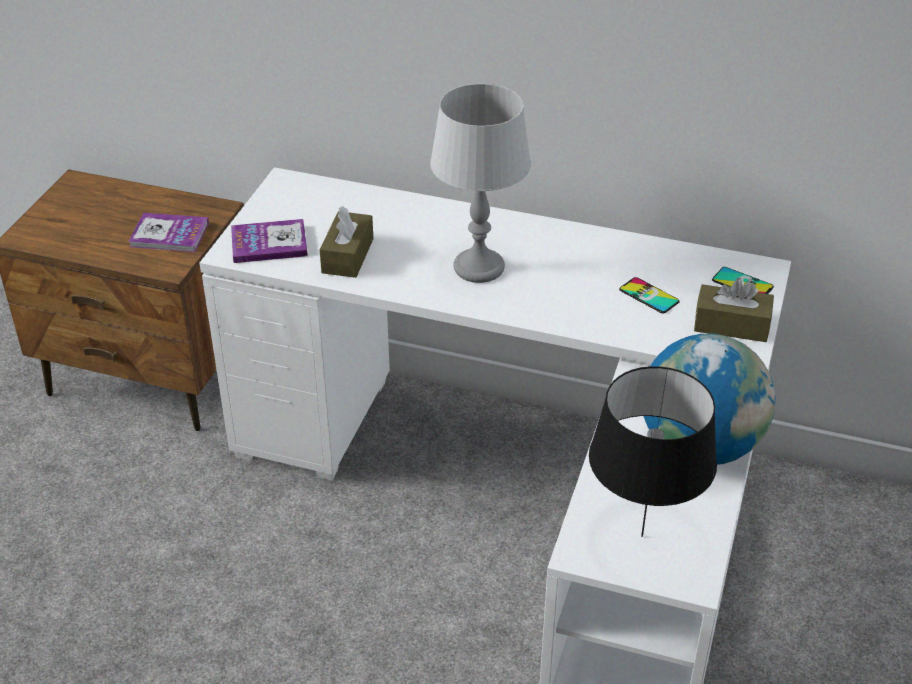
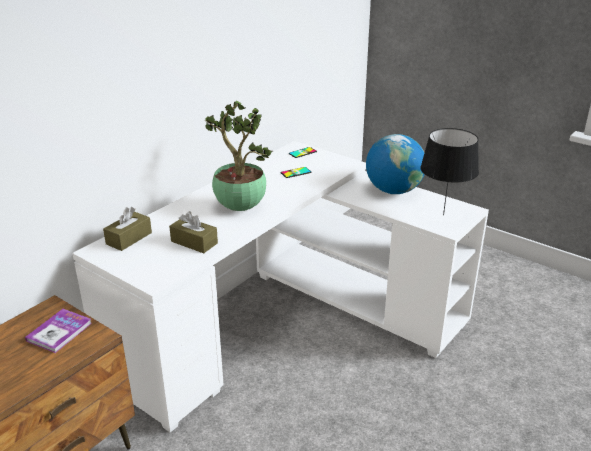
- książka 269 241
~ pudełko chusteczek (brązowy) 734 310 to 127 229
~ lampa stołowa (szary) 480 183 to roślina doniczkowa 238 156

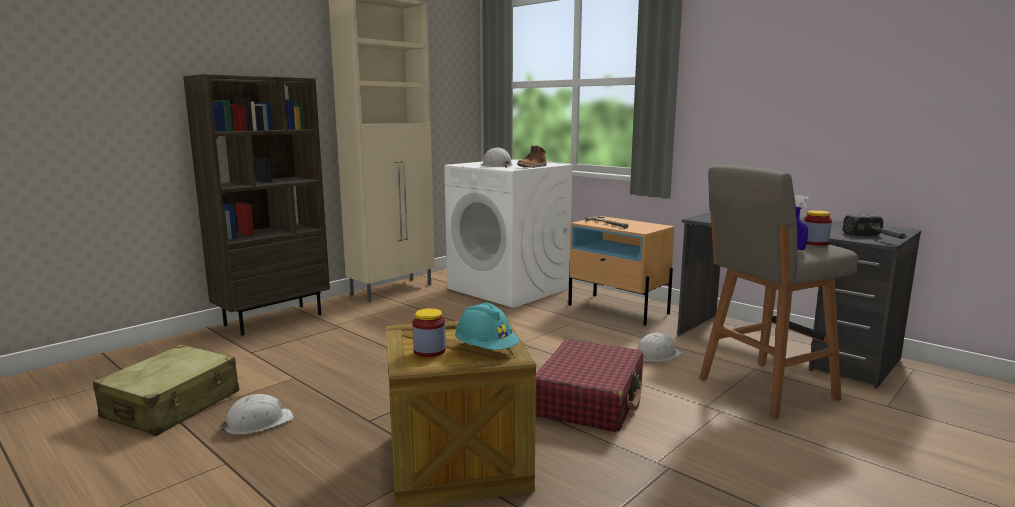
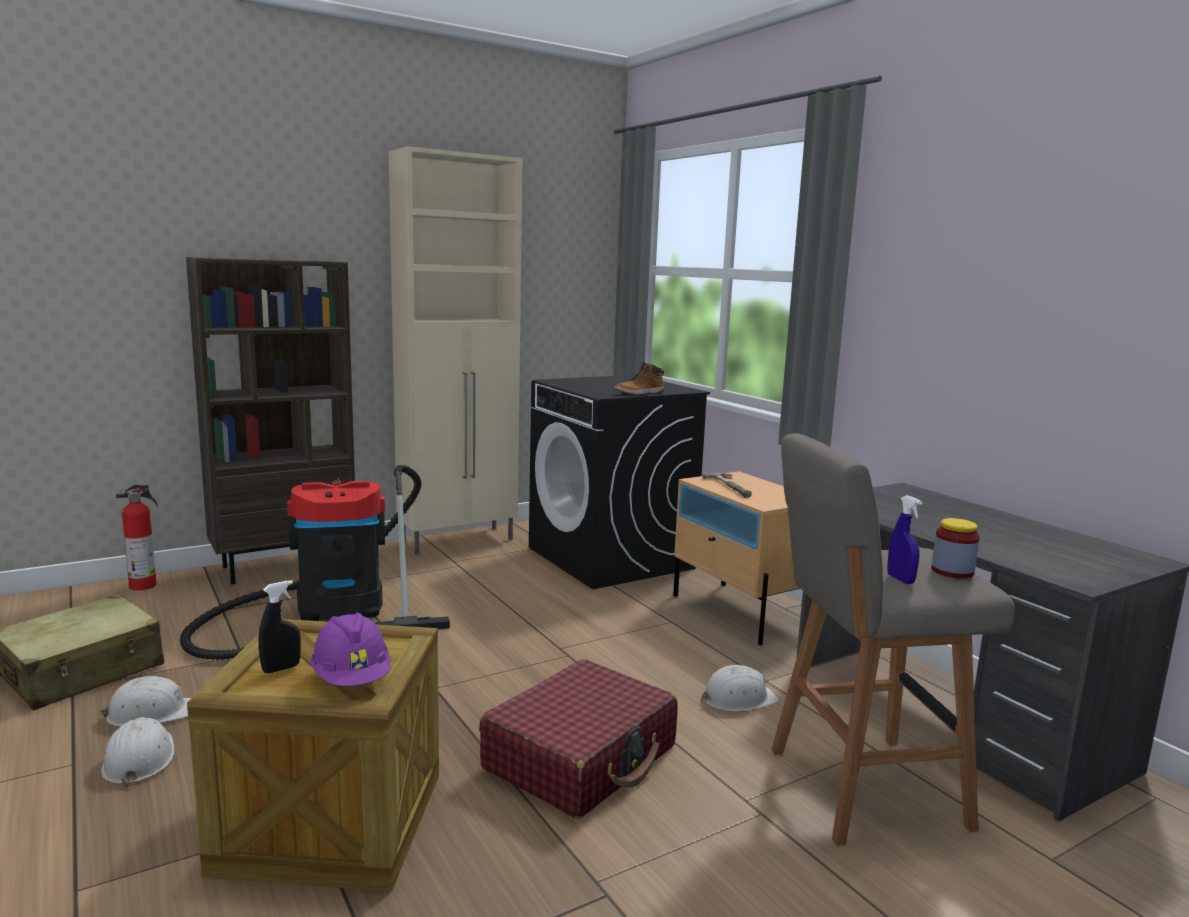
- młotek 875 226
+ gaśnica 137 537
+ odkurzacz 315 562
~ kask (biały) 496 157 to 138 752
~ słoik 429 332 to spryskiwacz (czarny) 279 626
~ pralka (biały) 509 234 to pralka (czarny) 619 482
~ kask (turkusowy) 487 326 to kask (fioletowy) 350 649

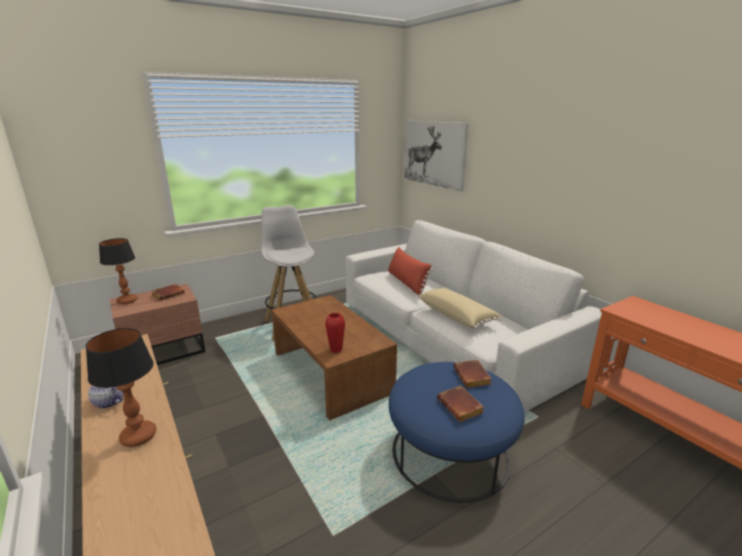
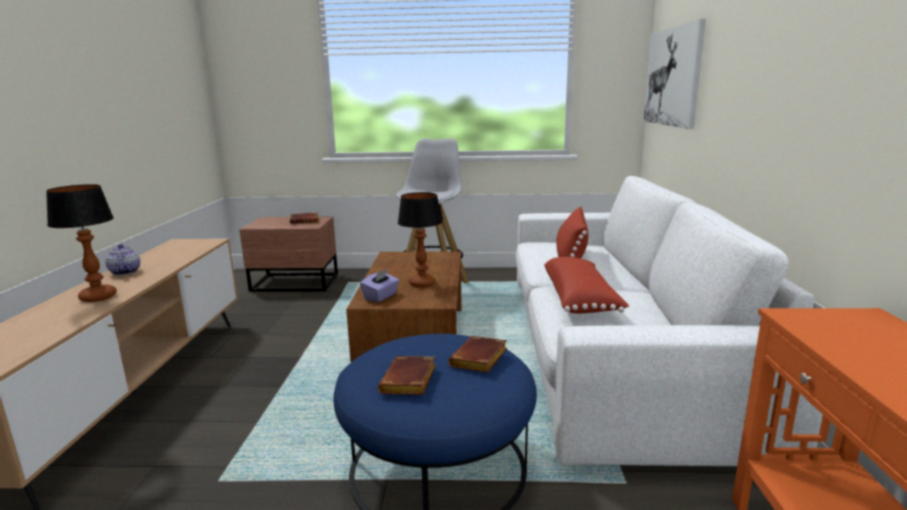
~ lampa stołowa 118 271 to 420 239
~ wazon (czerwony) 335 333 to pudełko chusteczek (fioletowy) 379 285
~ poduszka (beżowy) 460 308 to poduszka (czerwony) 586 285

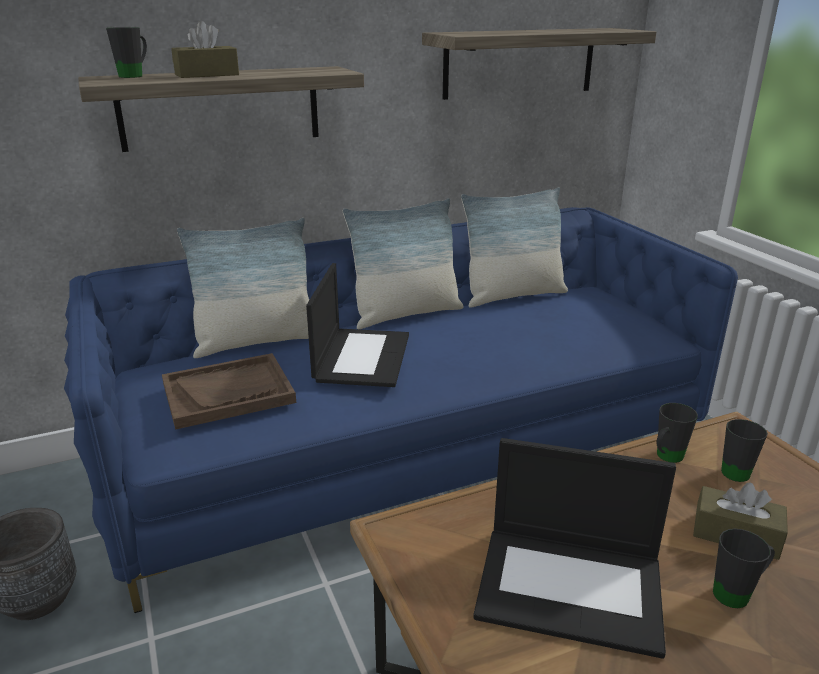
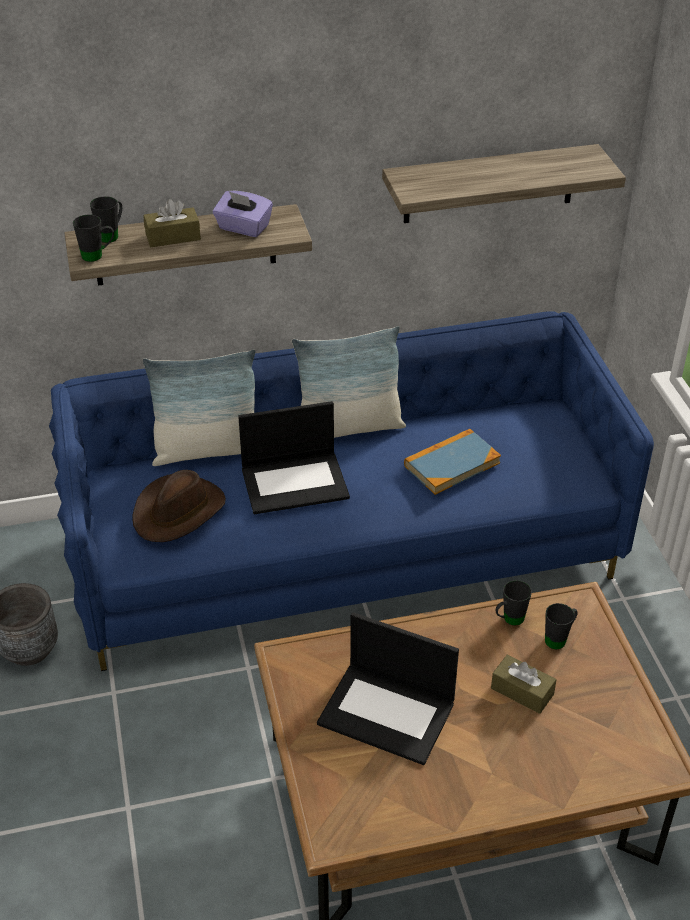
- poduszka 514 247
+ pudełko chusteczek (fioletowy) 243 213
+ książka 452 462
~ kubek (czarny) 744 568 to 93 238
~ taca (brązowy) 229 391 to kapelusz (brązowy) 179 506
~ laptop 357 325 = 294 457 60 degrees clockwise

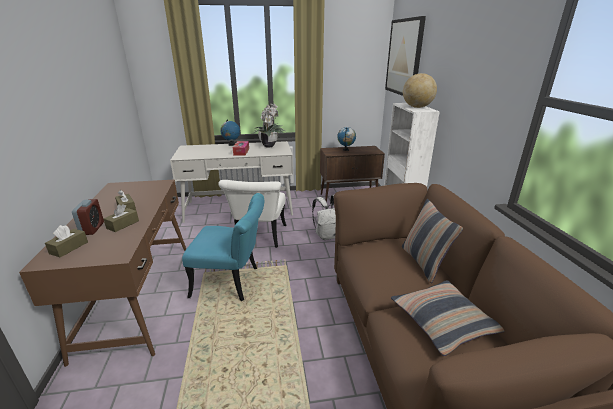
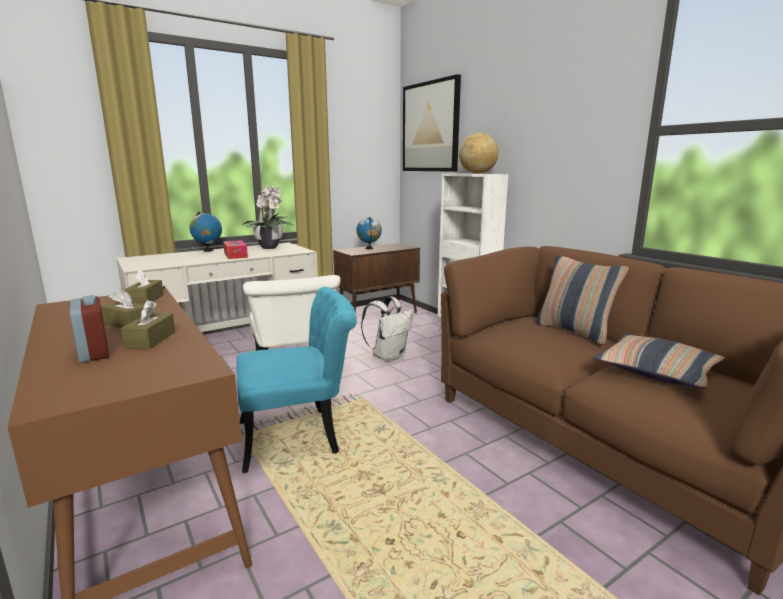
~ pudełko chusteczek (brązowy) 66 241 to 144 287

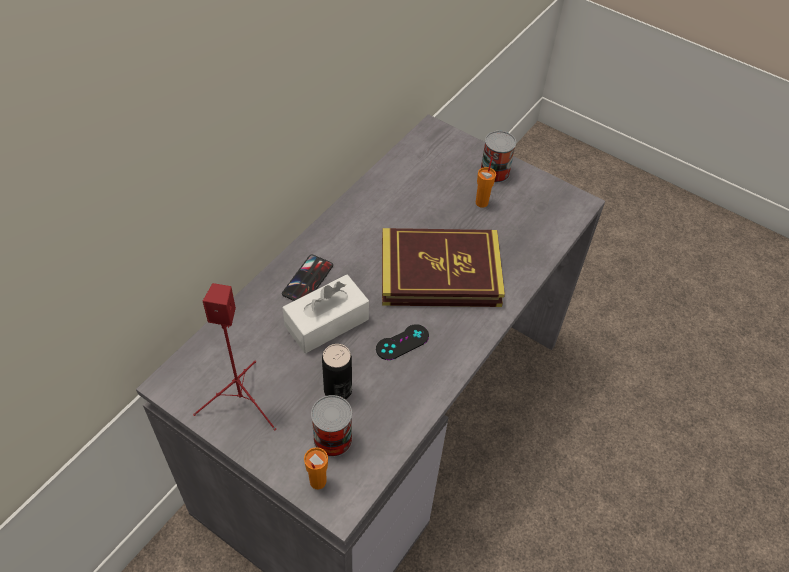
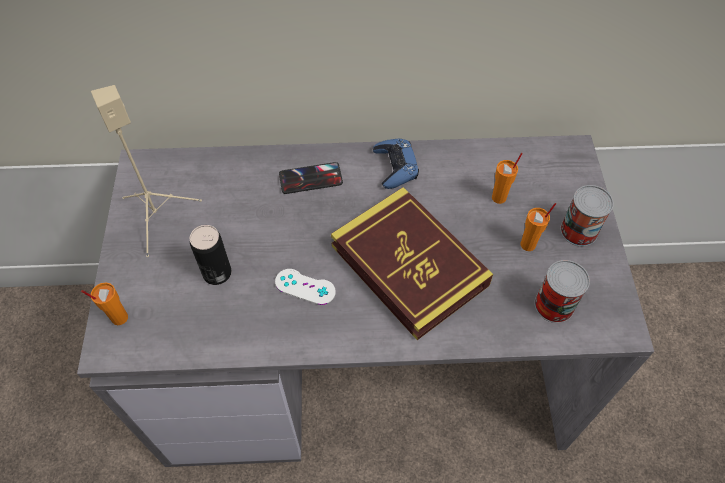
- pudełko chusteczek (biały) 325 313
+ pad do gier (niebieski) 396 164
+ filiżanka (pomarańczowy) 507 178
~ puszka 331 426 to 562 291
~ głośnik (czerwony) 234 357 to głośnik (beżowy) 146 171
~ pad do gier (czarny) 402 342 to pad do gier (biały) 305 287

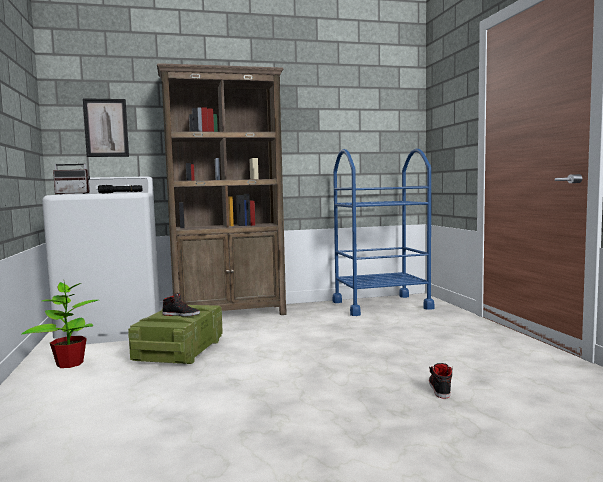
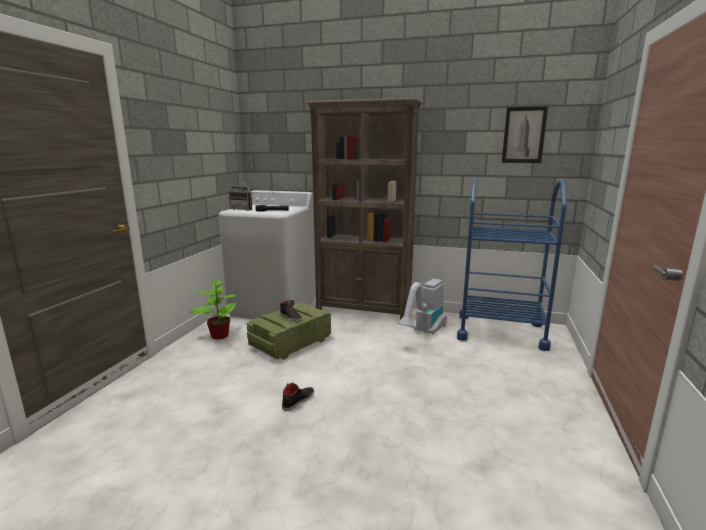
+ odkurzacz 422 307
~ obraz 106 127 to 525 134
~ but (czarny) 441 381 to 298 397

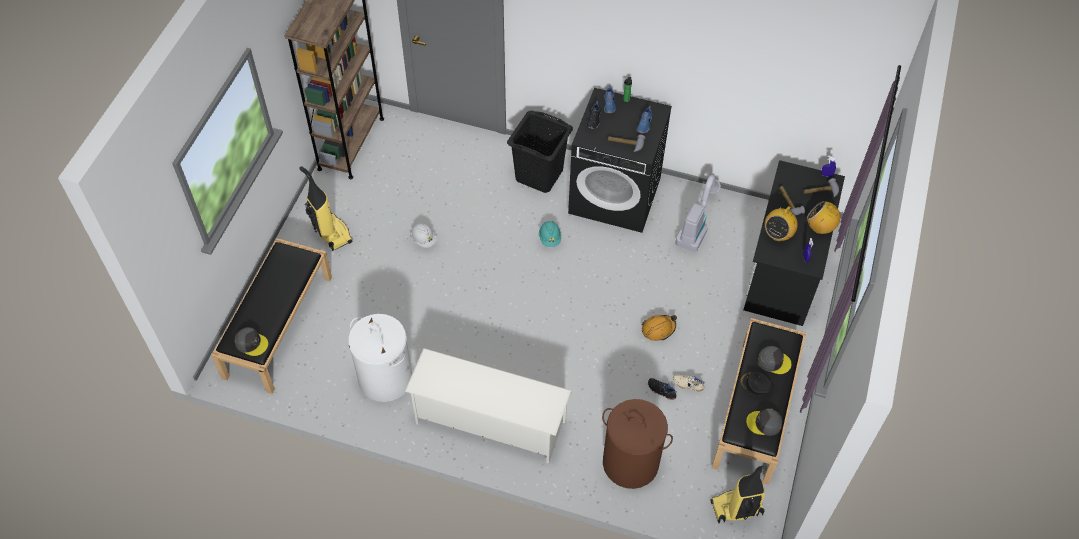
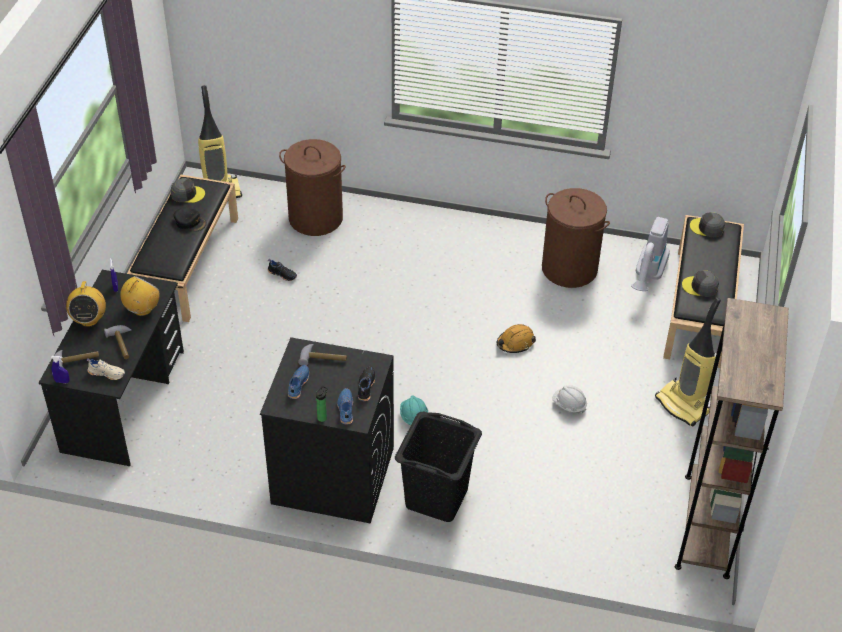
- regał na buty (biały) 488 406
~ kask (pomarańczowy) 659 328 to 516 338
~ but (beżowy) 689 382 to 106 369
~ odkurzacz 698 213 to 650 254
~ czapka z daszkiem (szary) 775 360 to 700 283
~ kosz na pranie (biały) 380 358 to kosz na pranie (brązowy) 576 238
~ radio 824 217 = 86 304 60 degrees clockwise

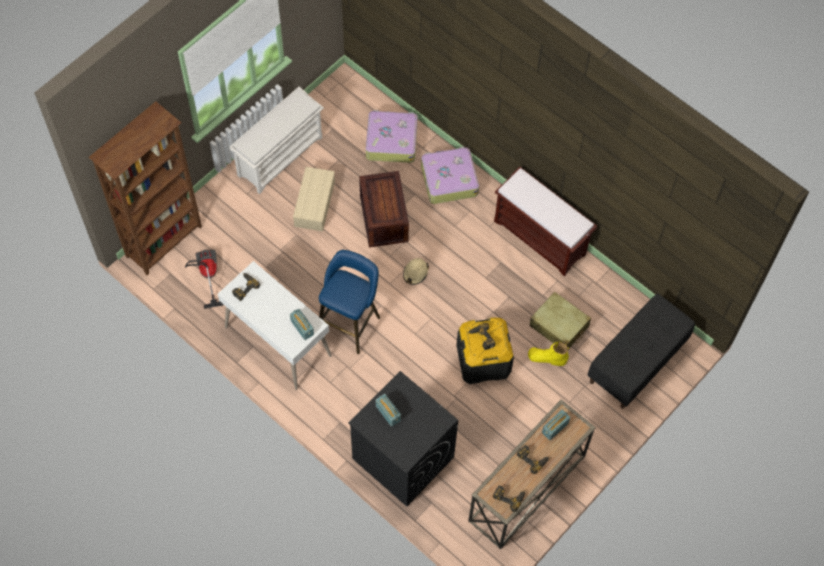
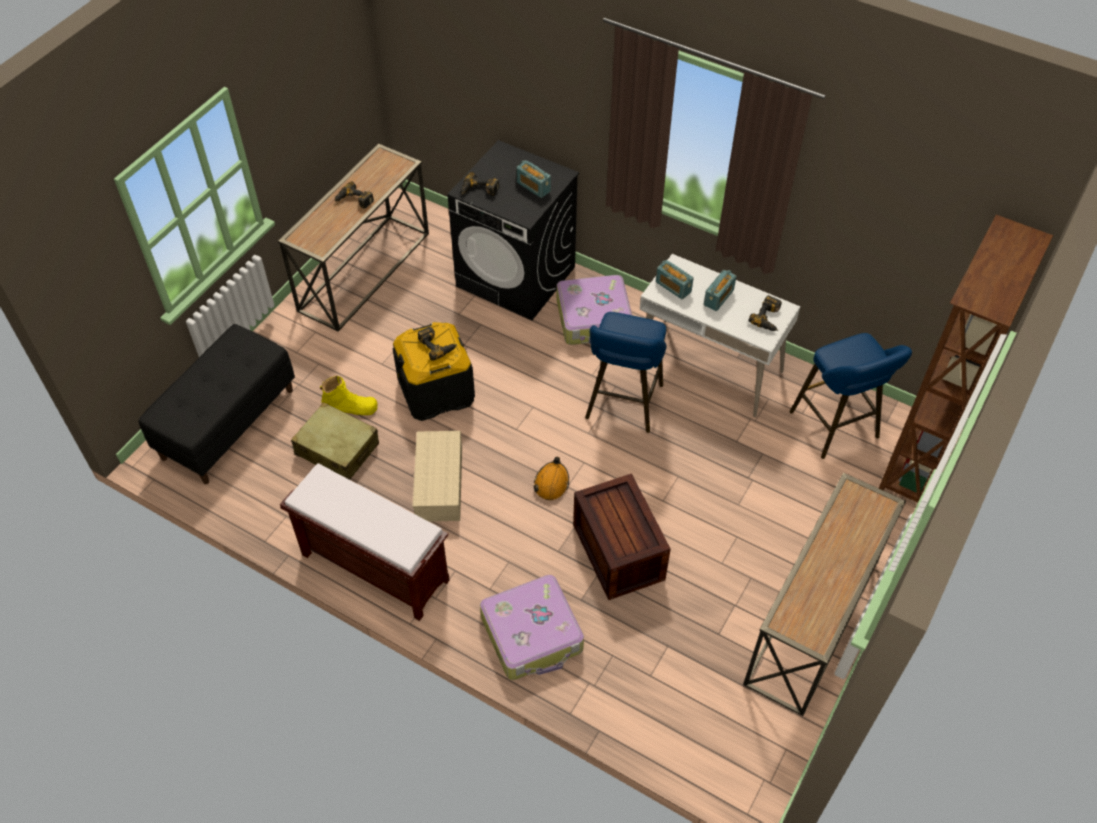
~ pojemnik do przechowywania (beżowy) 314 199 to 437 476
~ walizka 392 136 to 594 310
~ wiertarka 509 498 to 480 184
~ radio 556 425 to 720 290
~ odkurzacz 204 279 to stołek (niebieski) 850 396
~ regał na buty (biały) 277 140 to stolik konsolowy 824 594
~ kask (beżowy) 416 271 to kask (pomarańczowy) 551 478

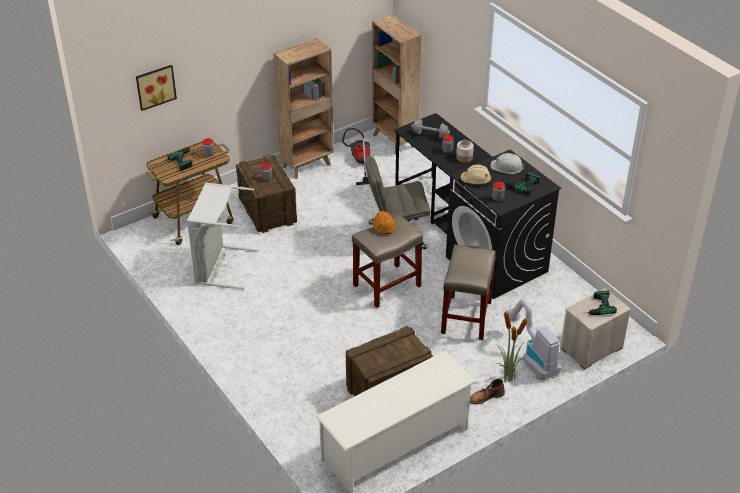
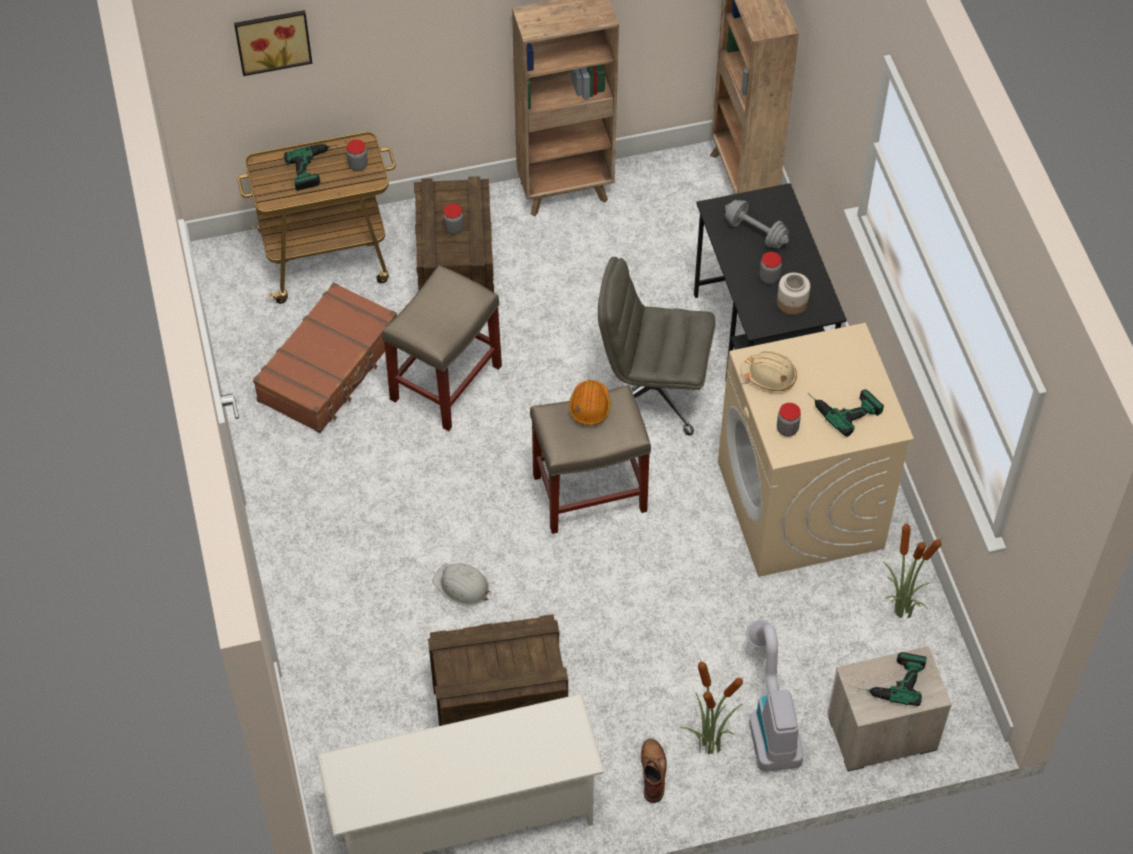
- odkurzacz 356 156
+ roślina doniczkowa 912 567
~ stołek (beżowy) 468 292 to 442 348
~ kask (biały) 508 163 to 461 584
~ kosz na pranie (szary) 223 236 to walizka (brązowy) 325 357
~ pralka (czarny) 503 224 to pralka (beżowy) 816 450
~ but z cholewką (brązowy) 487 391 = 654 771 90 degrees clockwise

